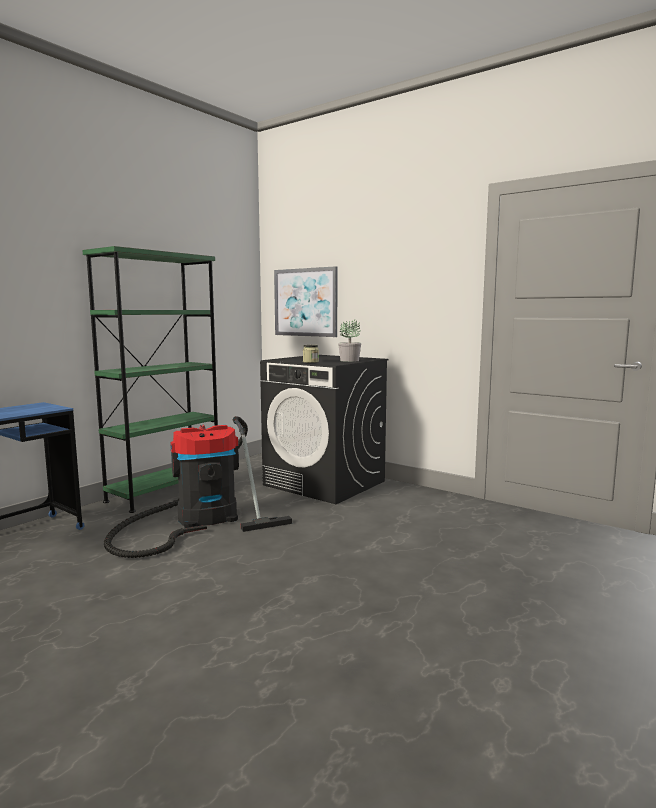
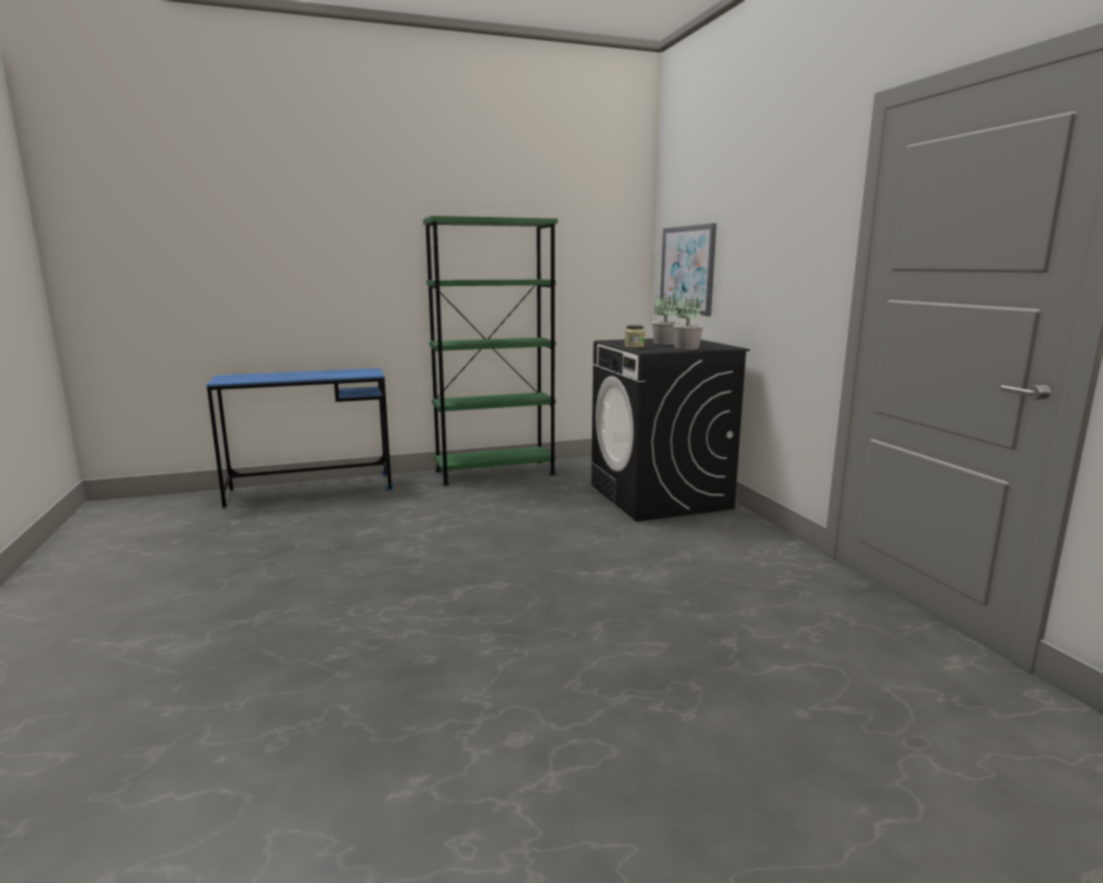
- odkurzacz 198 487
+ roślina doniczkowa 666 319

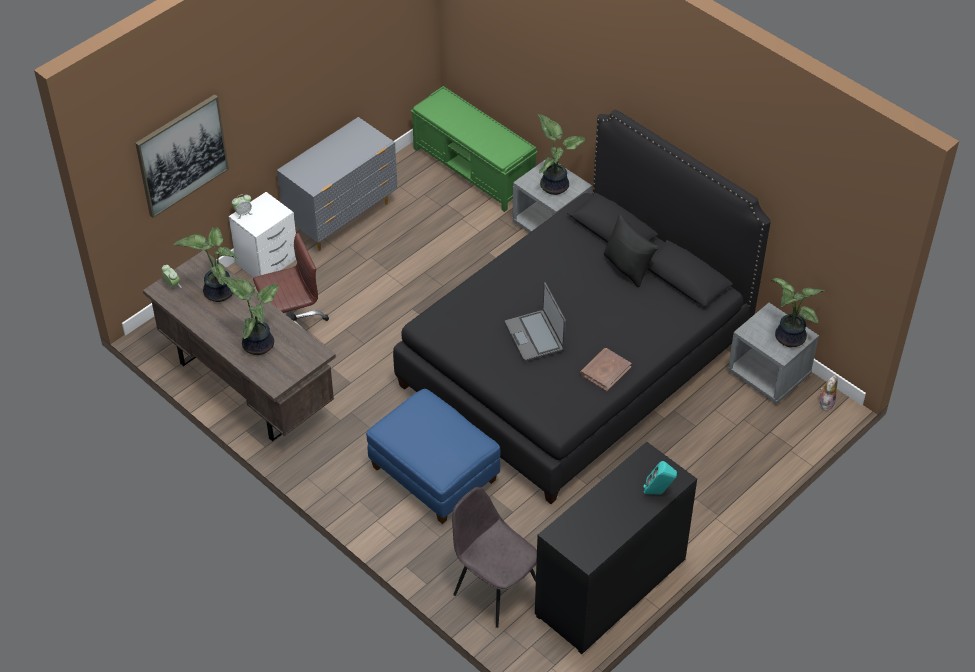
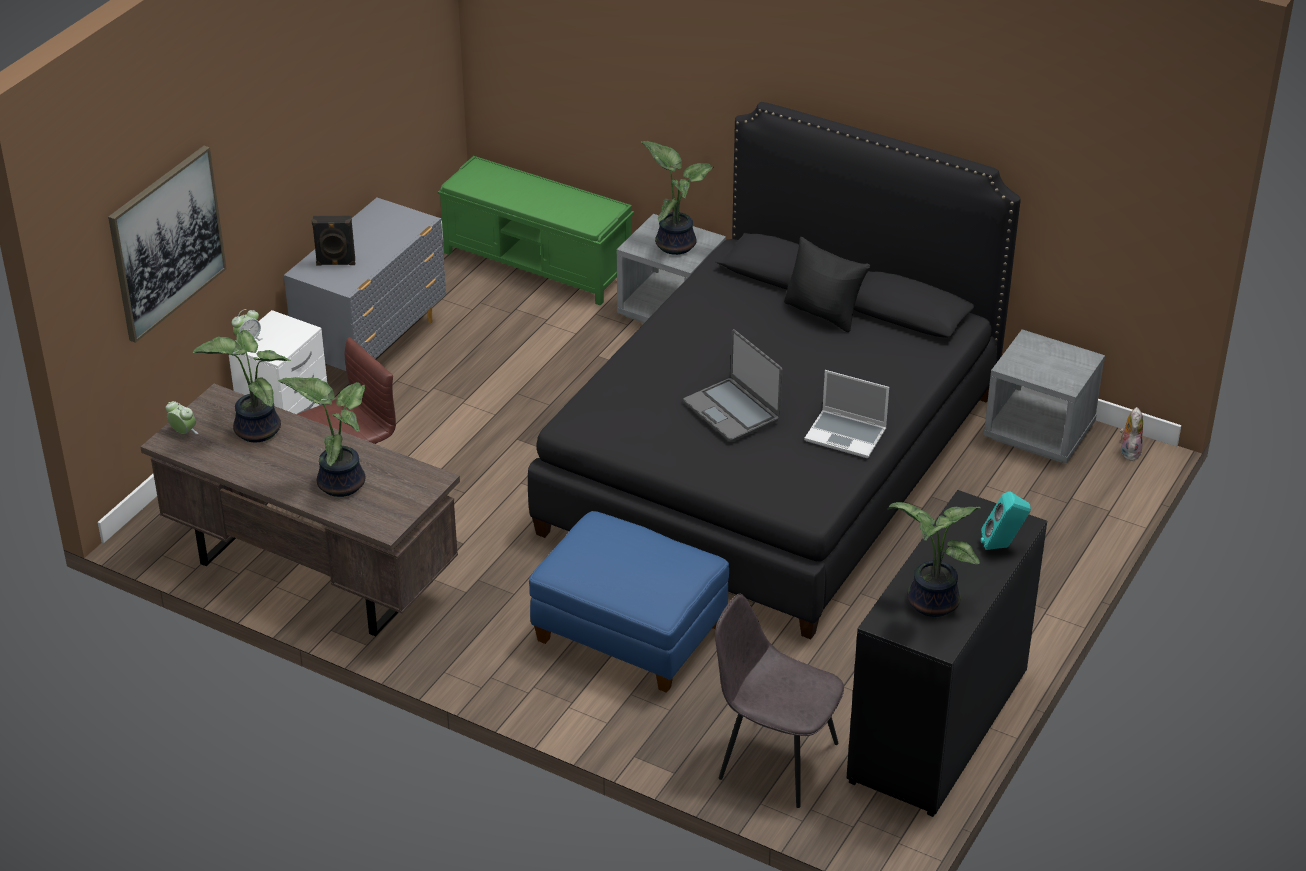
+ głośnik (czarny) 333 240
~ roślina doniczkowa 798 312 to 933 559
~ książka (brązowy) 605 369 to laptop 846 414

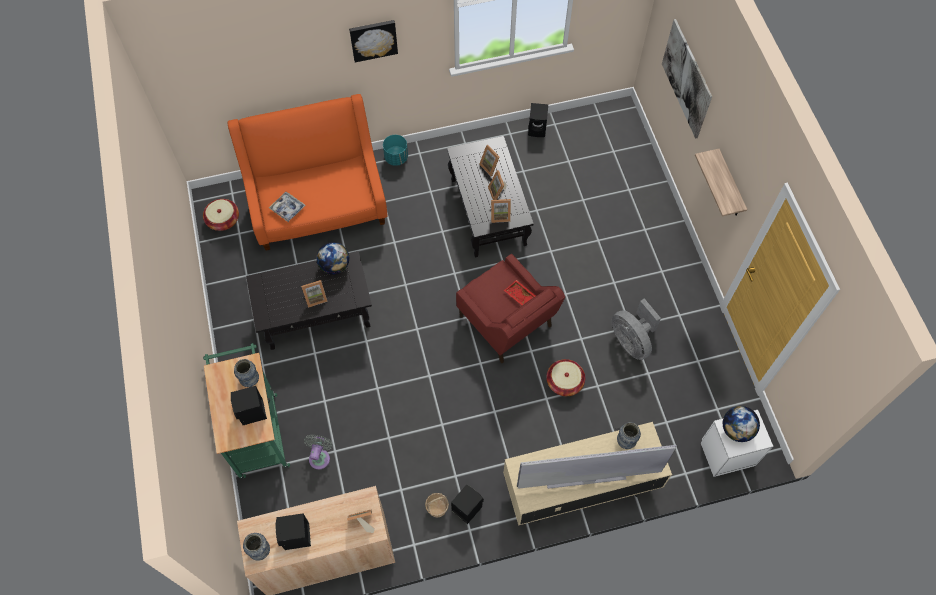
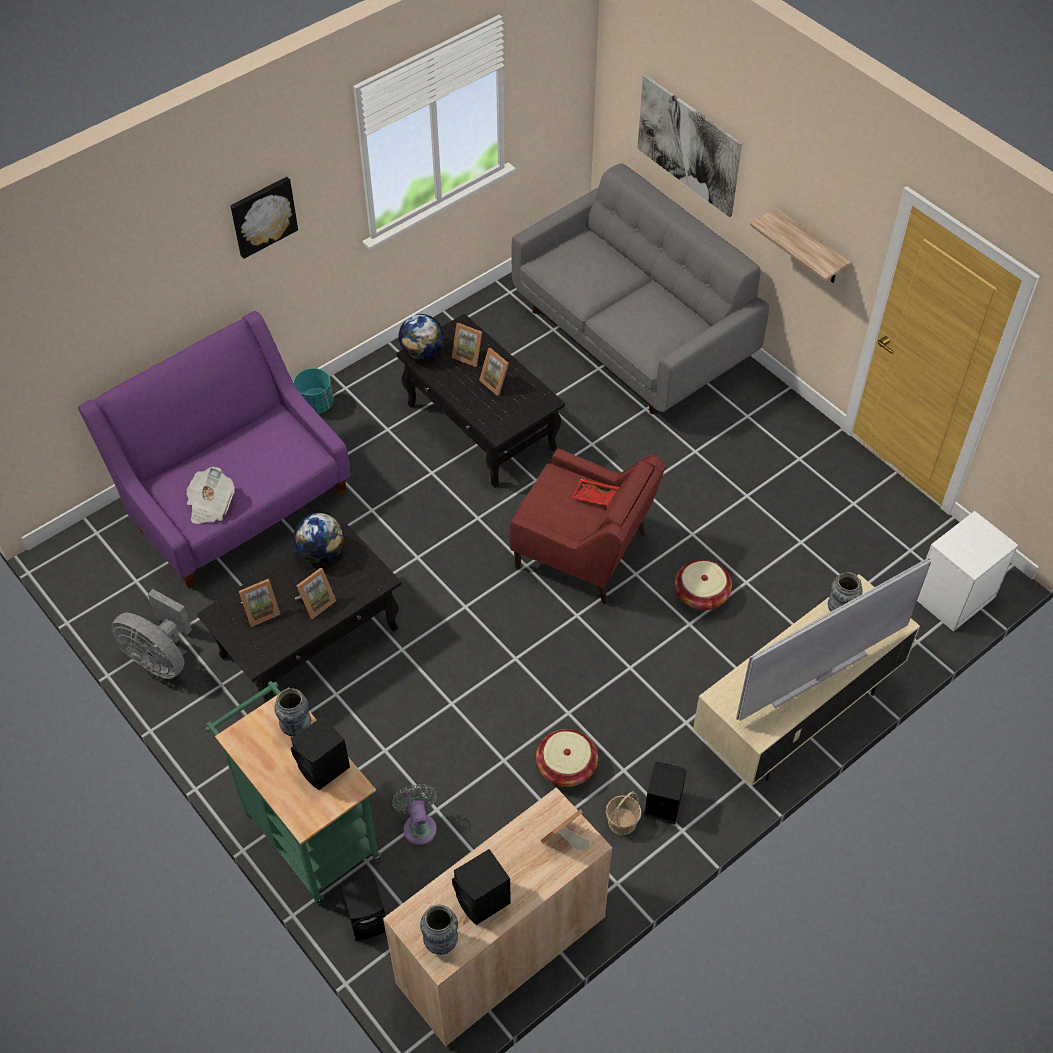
+ kanapa (szary) 640 288
~ koszyk 221 215 to 567 758
~ ramka na zdjęcie 501 211 to 260 603
~ głośnik (czarny) 538 120 to 363 908
~ wentylator (szary) 636 329 to 151 634
~ globus 741 424 to 421 337
~ taca 287 207 to gazeta 210 495
~ kanapa (pomarańczowy) 308 172 to kanapa (fioletowy) 214 450

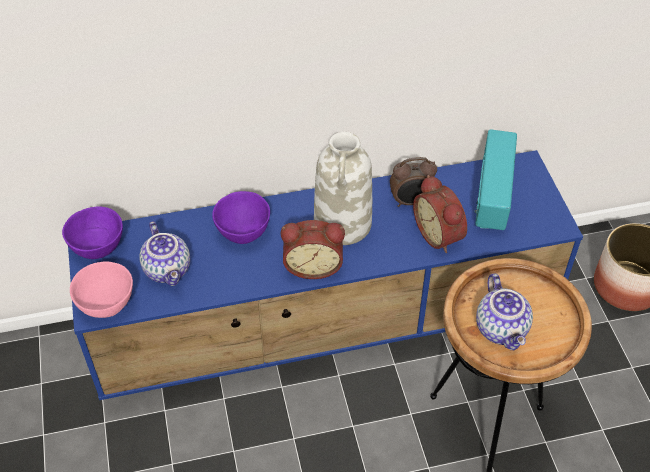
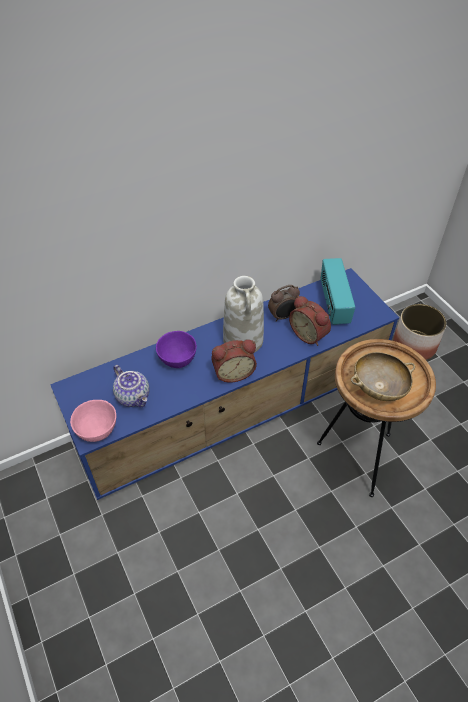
- miska (fioletowy) 92 232
~ imbryk 504 311 to miska (beżowy) 383 376

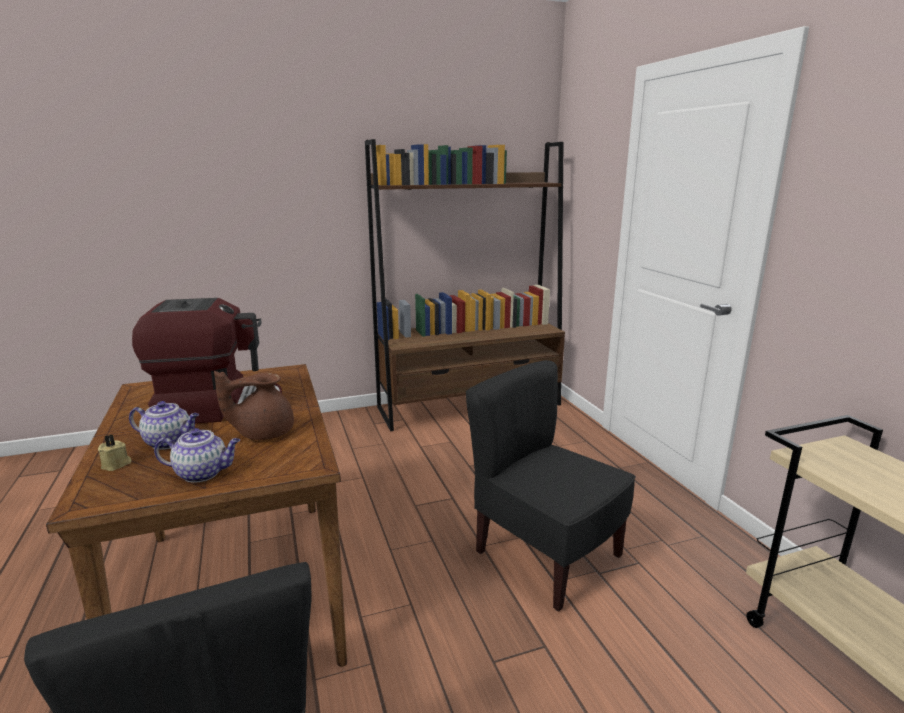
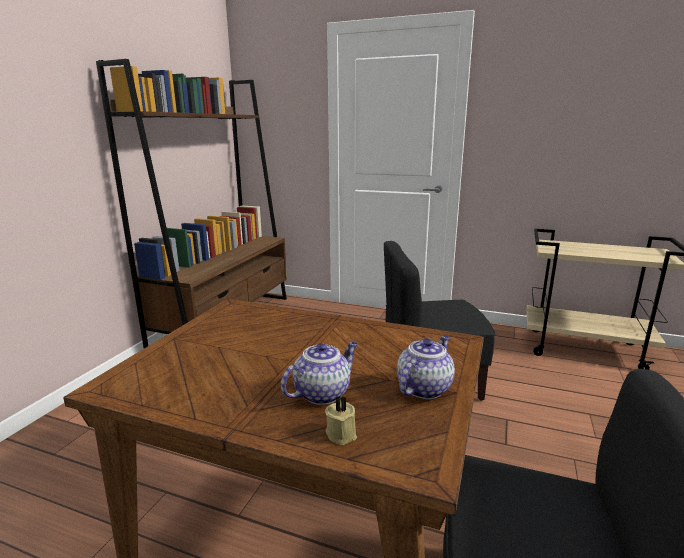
- ekspres do kawy 207 361
- imbryk (brązowy) 254 405

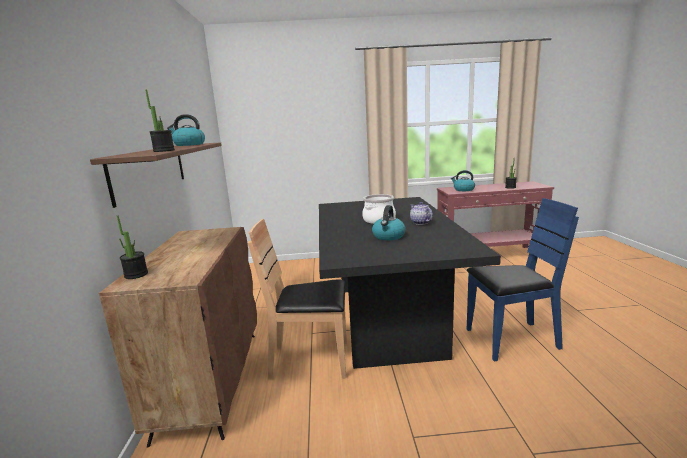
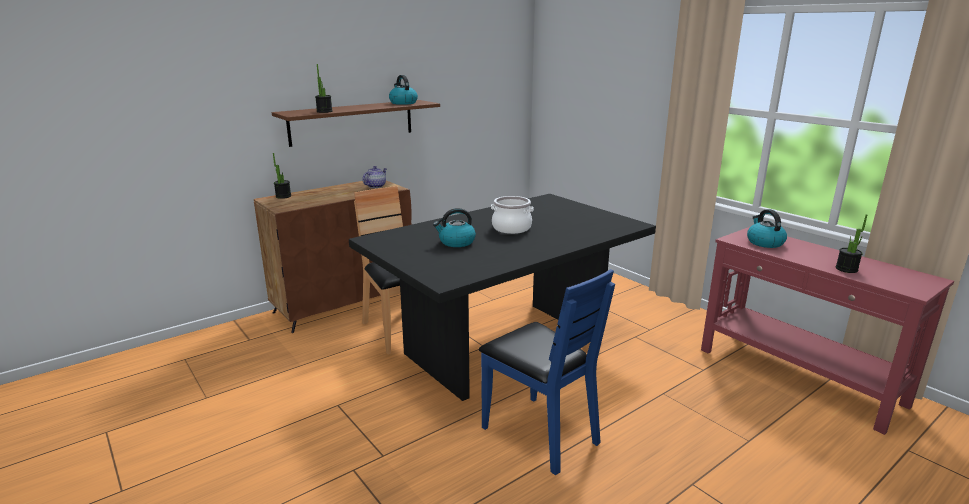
~ imbryk 421 213 to 374 177

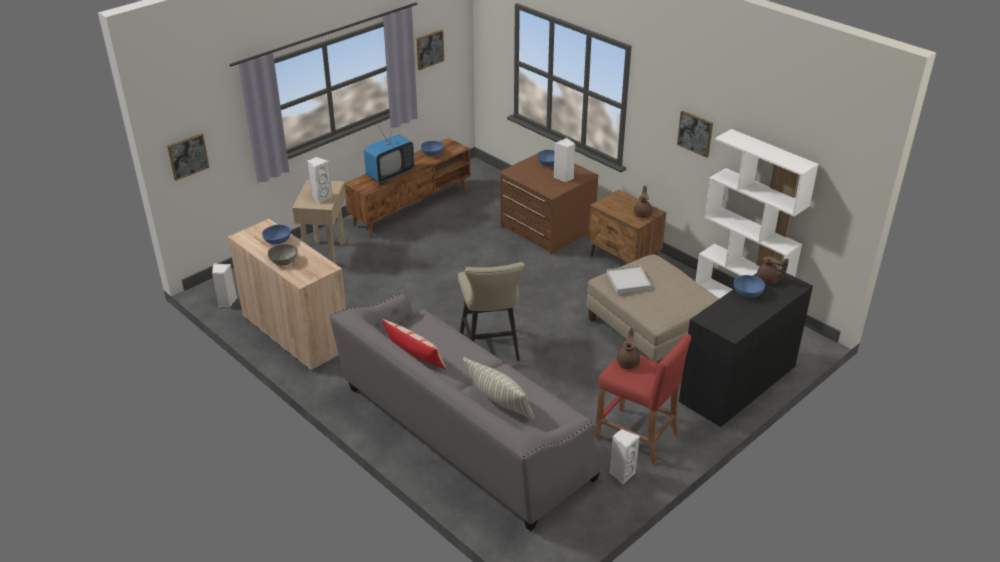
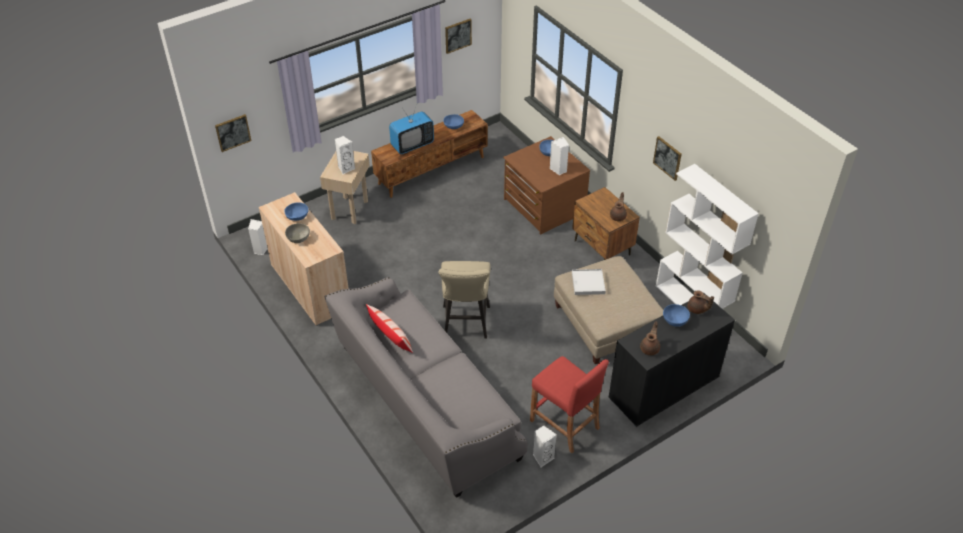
- poduszka 499 389
~ imbryk (brązowy) 628 348 to 650 338

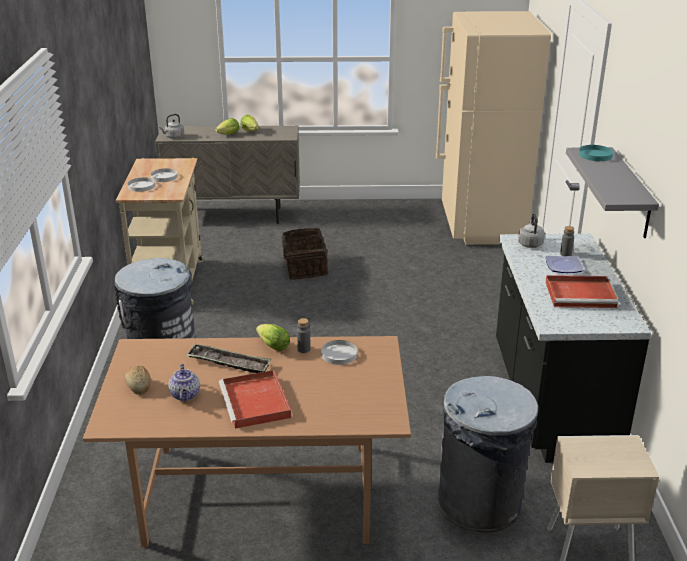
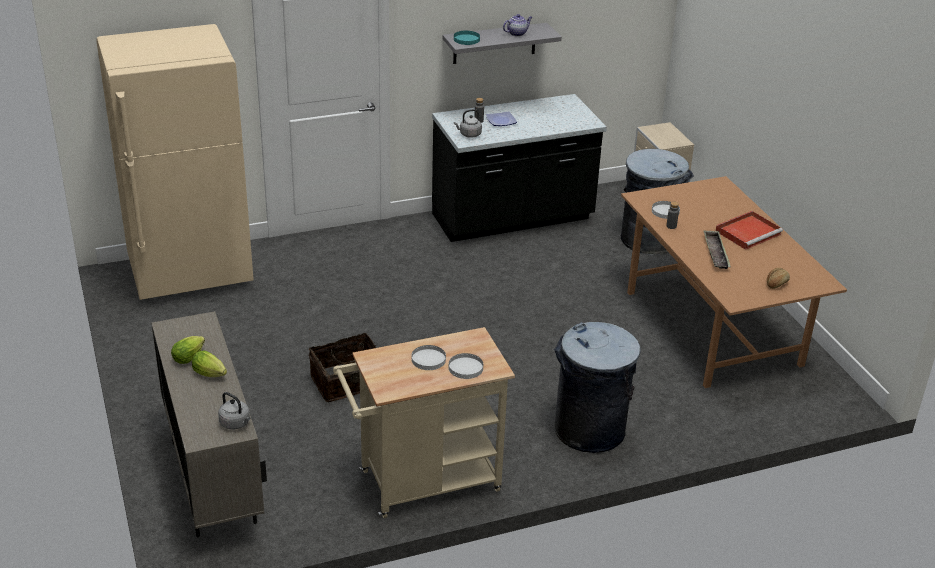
- sałata 273 337
- taca (czerwony) 581 291
~ imbryk 184 382 to 517 25

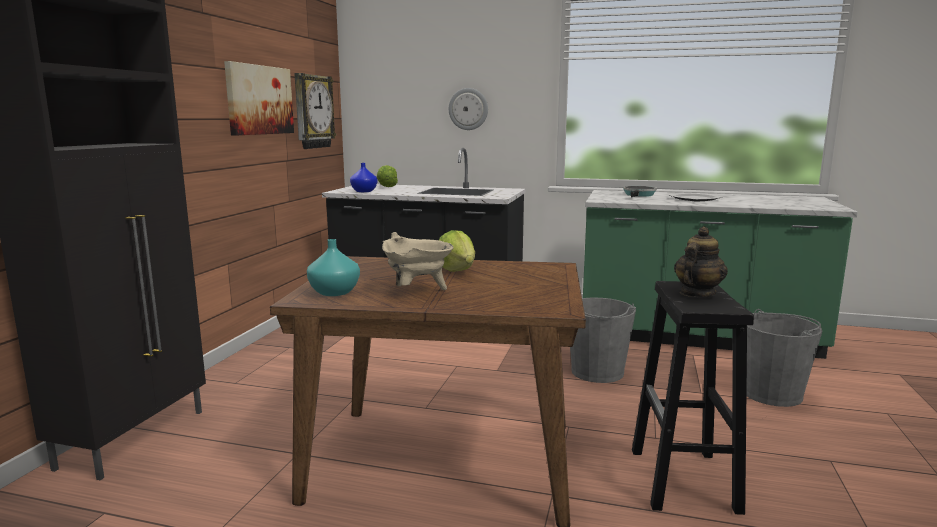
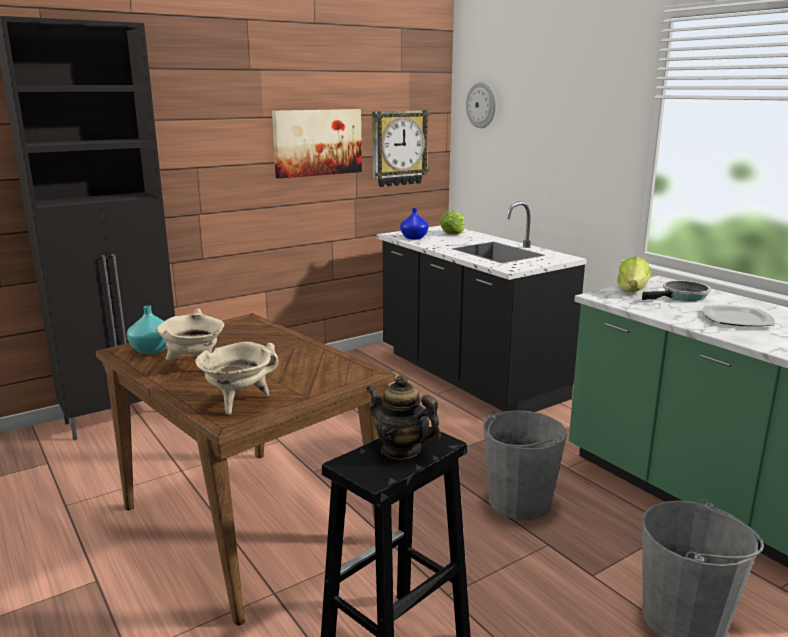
+ garnek (beżowy) 237 378
~ sałata 457 251 to 634 274
~ zegar ścienny 468 109 to 481 105
~ imbryk 701 261 = 403 417 135 degrees counterclockwise

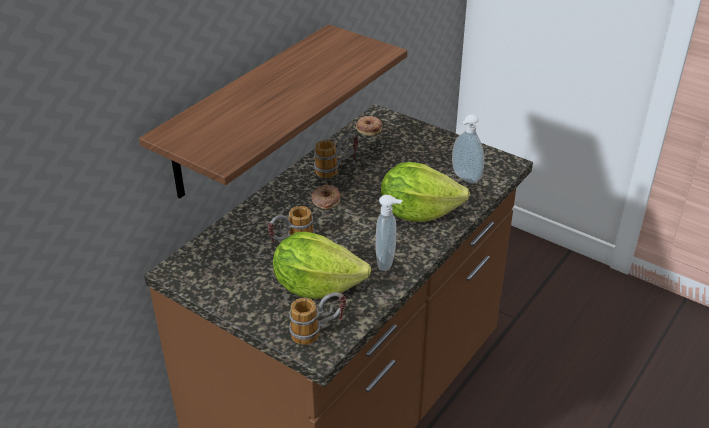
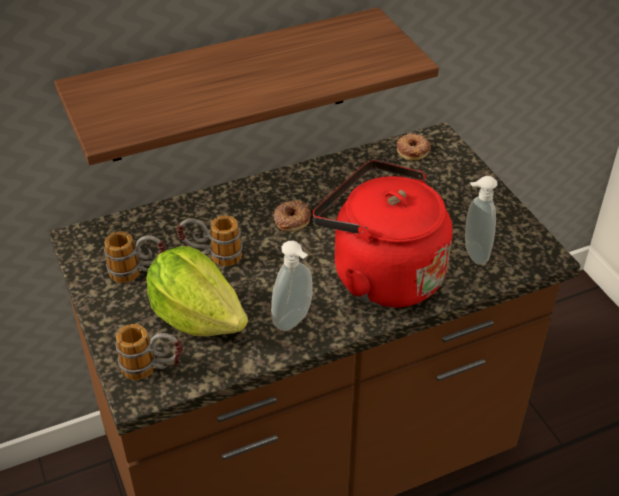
~ kubek 336 155 to 135 257
~ sałata 425 192 to czajnik (czerwony) 382 234

